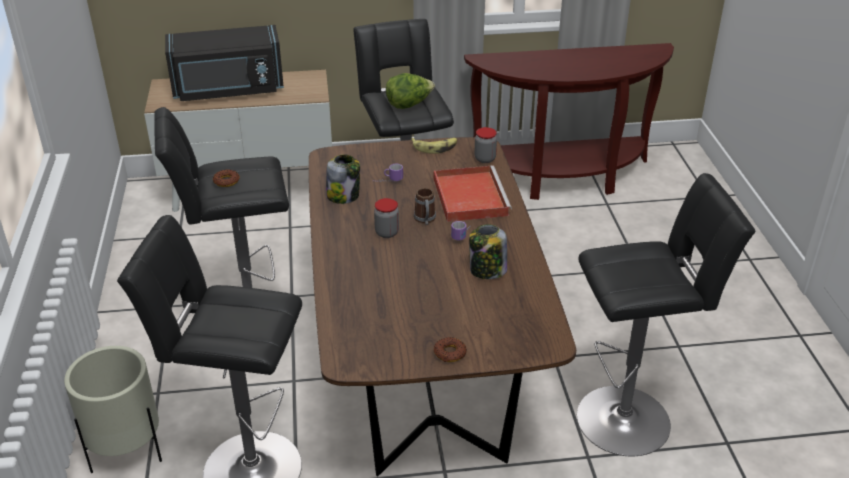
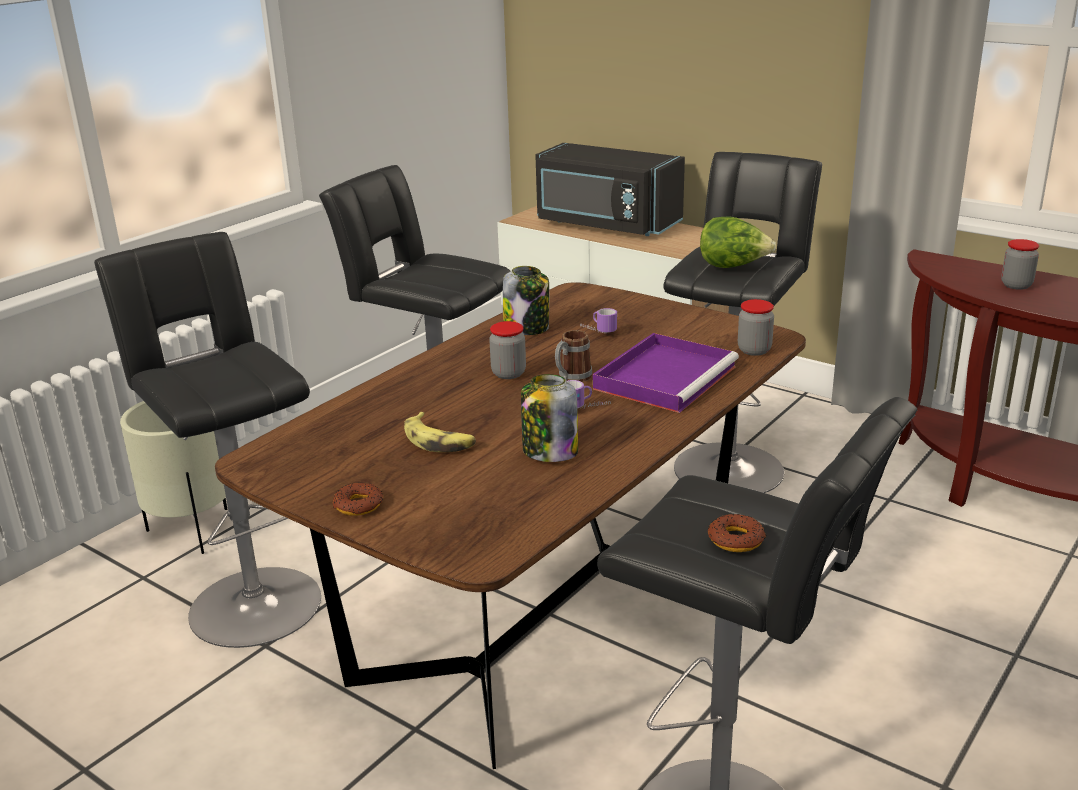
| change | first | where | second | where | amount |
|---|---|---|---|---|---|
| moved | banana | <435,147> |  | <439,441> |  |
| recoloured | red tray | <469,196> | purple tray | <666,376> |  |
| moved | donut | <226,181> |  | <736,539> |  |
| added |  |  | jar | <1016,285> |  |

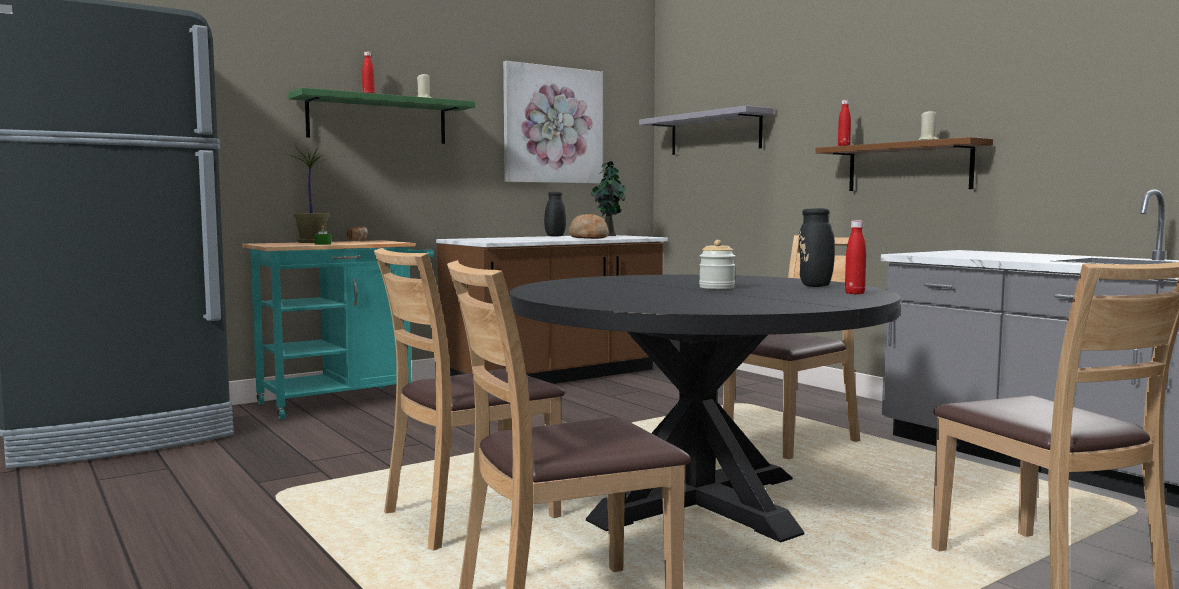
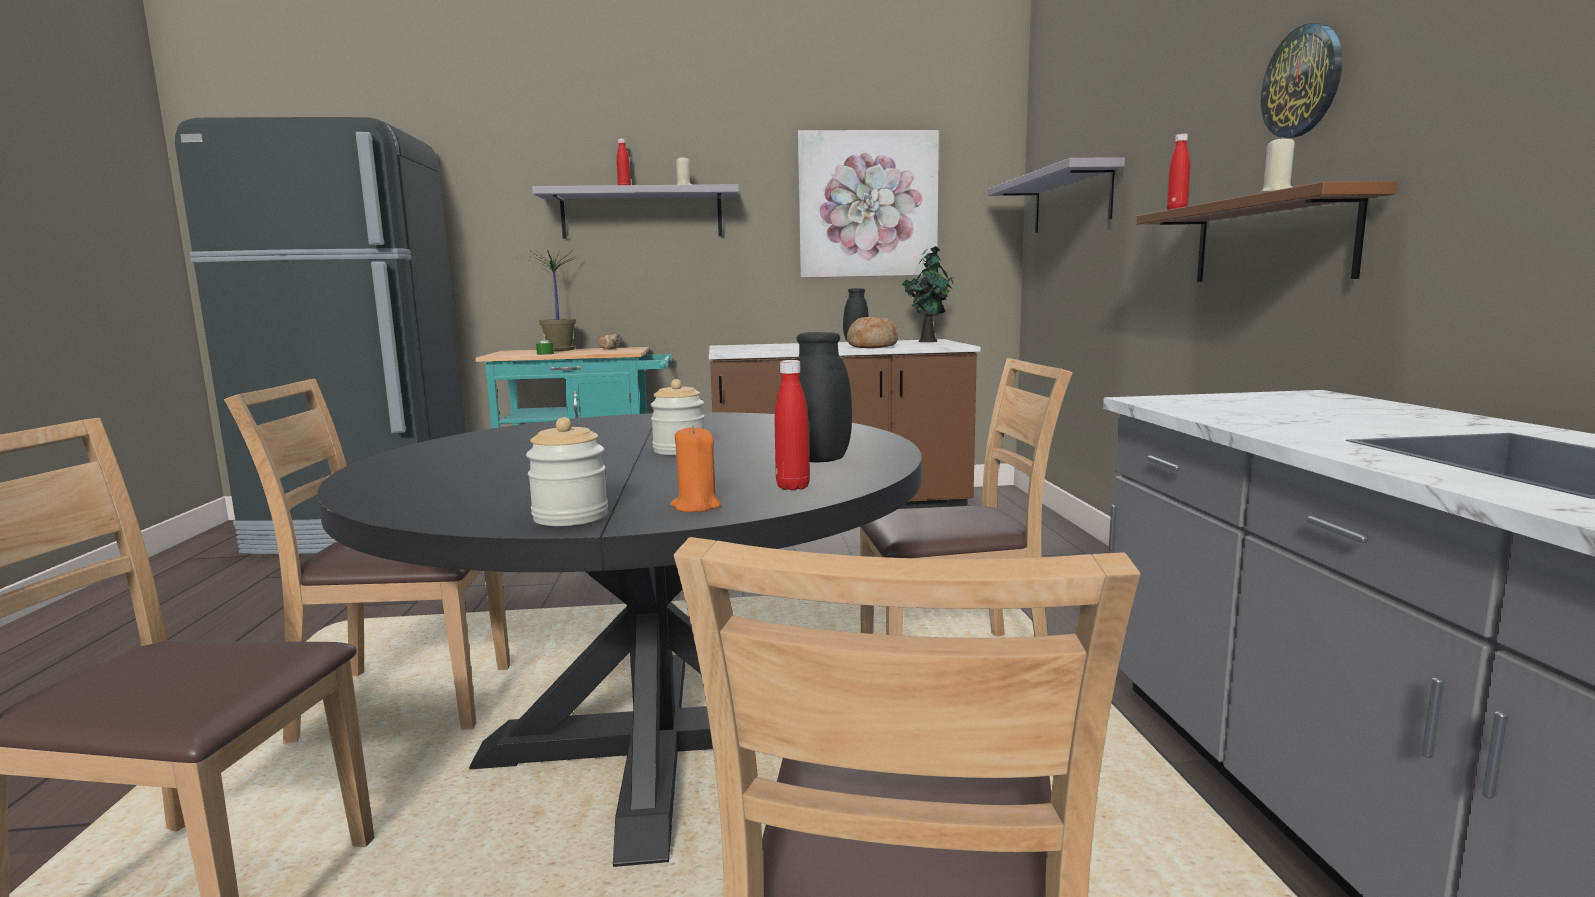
| change | first | where | second | where | amount |
|---|---|---|---|---|---|
| added |  |  | jar | <570,517> |  |
| recoloured | green shelf | <378,120> | grey shelf | <642,214> |  |
| added |  |  | orange candle | <696,506> |  |
| added |  |  | wall clock | <1302,82> |  |

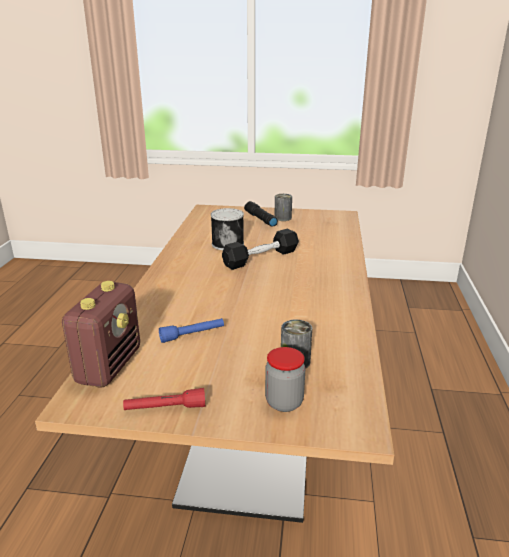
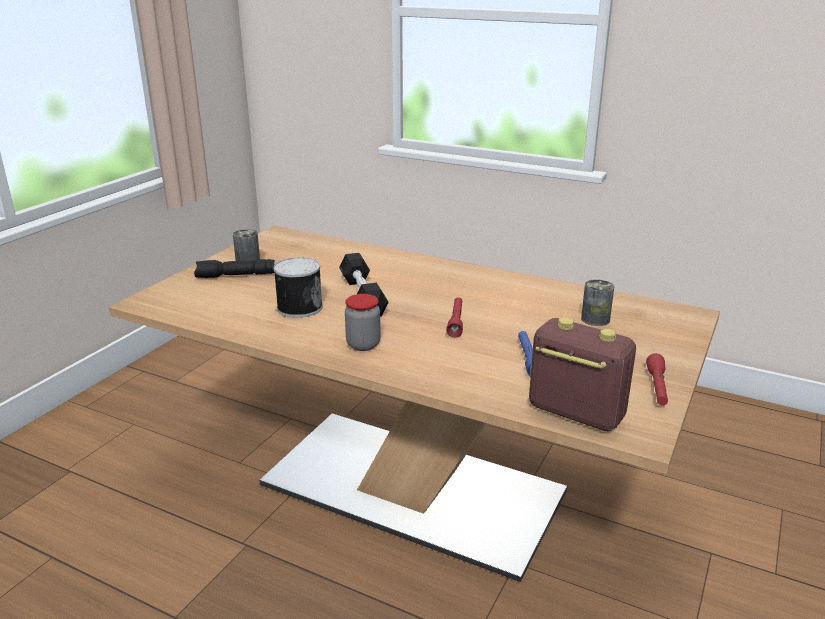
| change | first | where | second | where | amount |
|---|---|---|---|---|---|
| moved | jar | <284,402> |  | <363,344> |  |
| added |  |  | red flashlight | <456,322> |  |

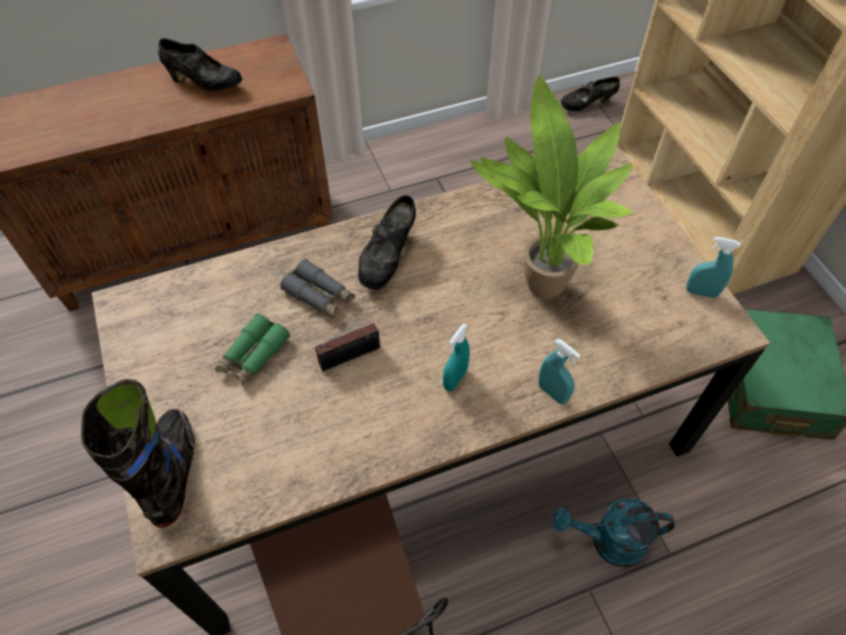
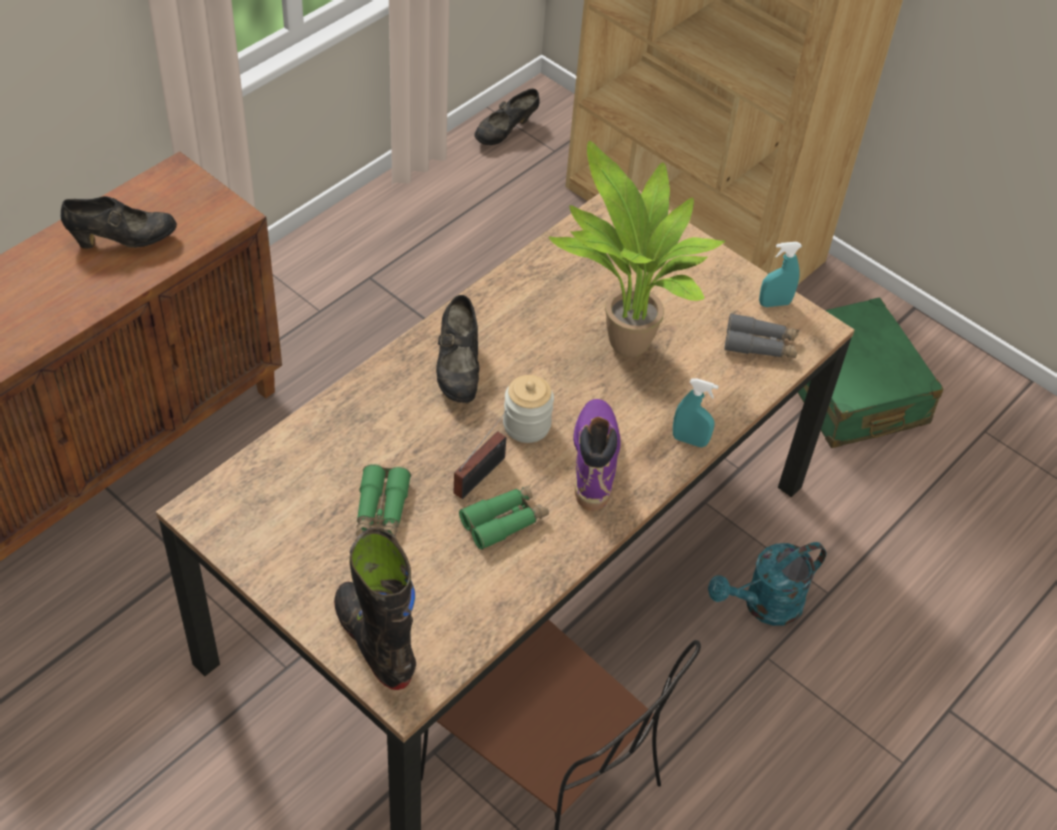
| change | first | where | second | where | amount |
|---|---|---|---|---|---|
| added |  |  | green binoculars | <504,521> |  |
| added |  |  | jar | <526,425> |  |
| replaced | turquoise spray bottle | <455,379> | purple boot | <594,460> |  |
| moved | grey binoculars | <320,295> |  | <760,344> |  |

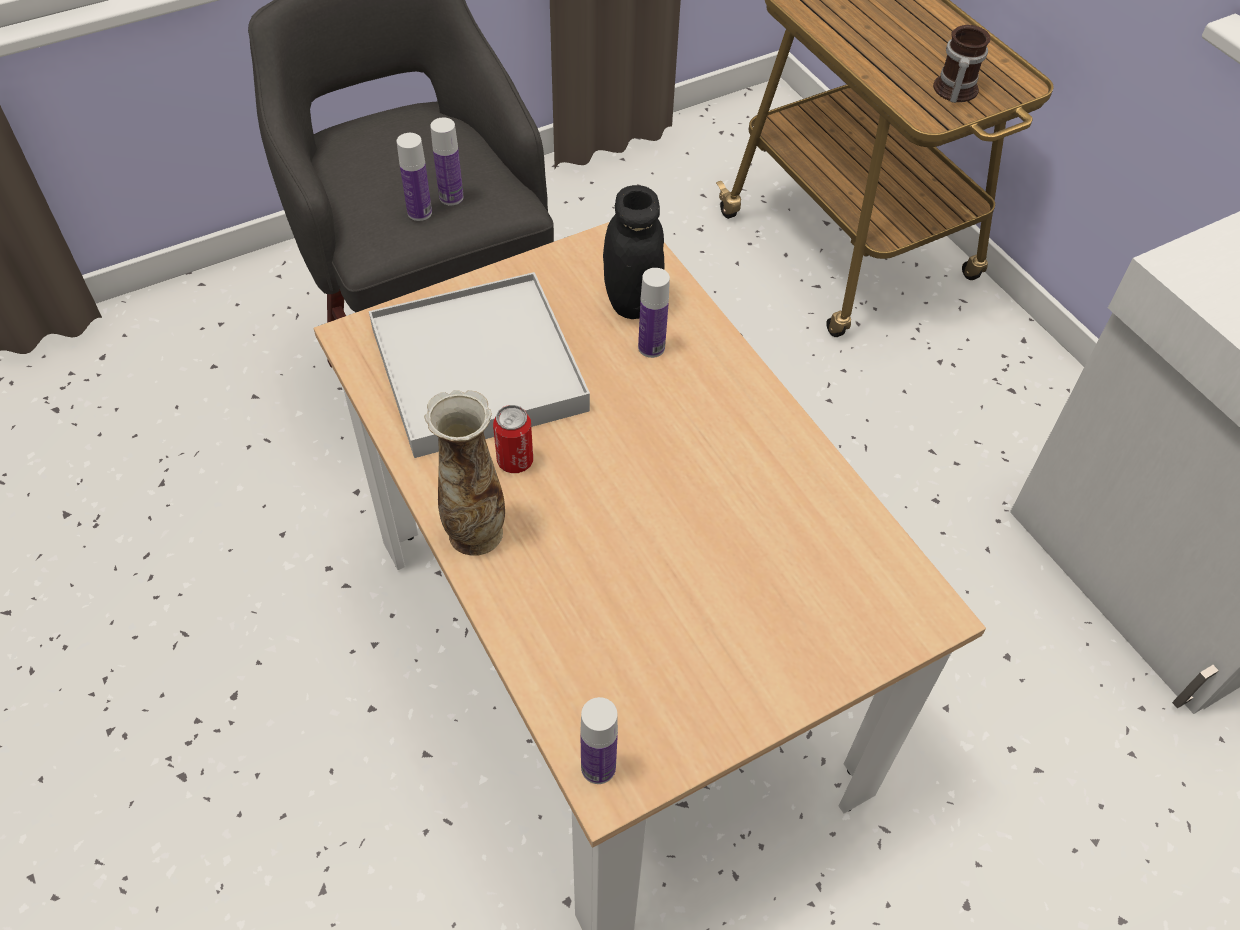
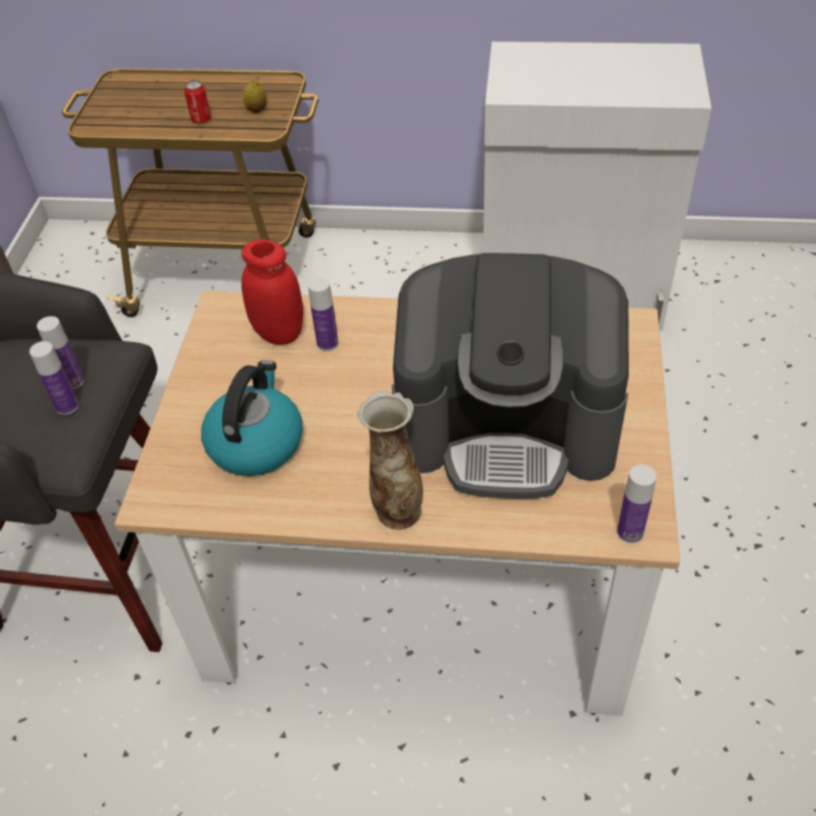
| change | first | where | second | where | amount |
|---|---|---|---|---|---|
| moved | can | <515,461> |  | <201,120> |  |
| replaced | white tray | <477,369> | kettle | <256,442> |  |
| recoloured | black jar | <632,302> | red jar | <279,333> |  |
| replaced | mug | <952,91> | lemon | <257,110> |  |
| added |  |  | coffee machine | <508,425> |  |

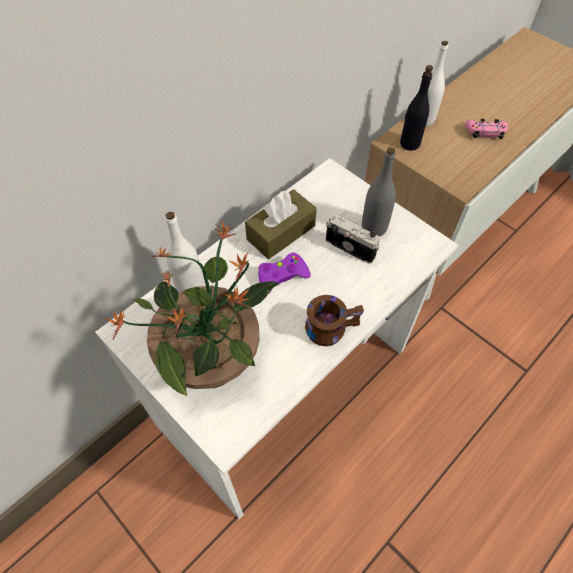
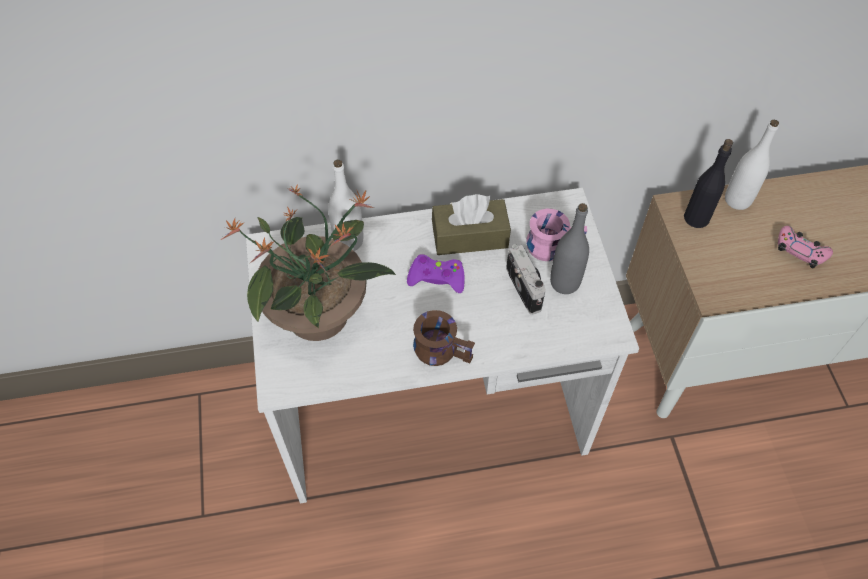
| change | first | where | second | where | amount |
|---|---|---|---|---|---|
| added |  |  | pink mug | <552,243> |  |

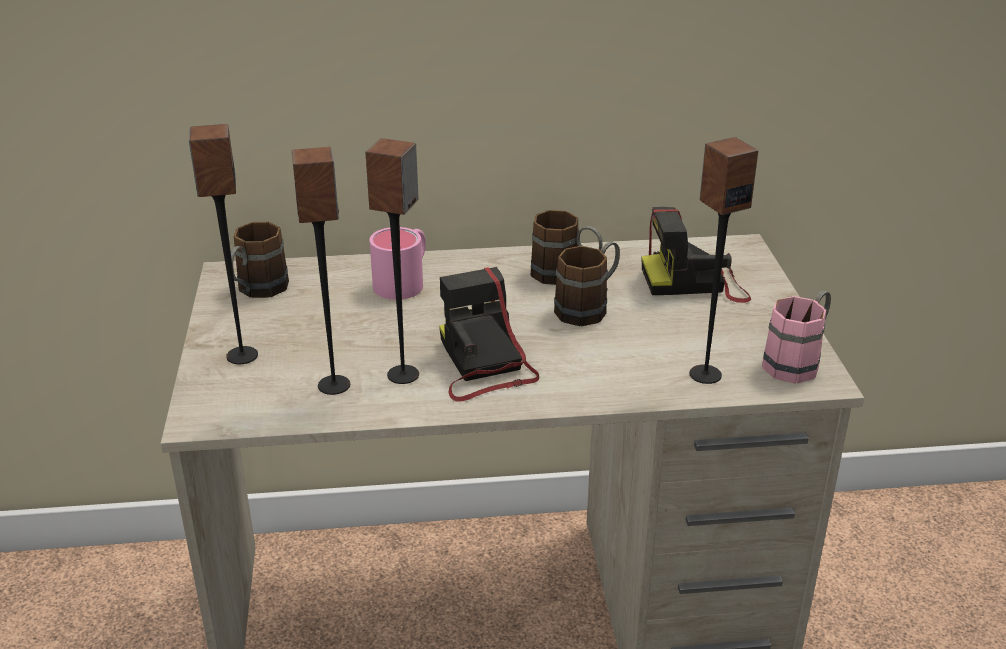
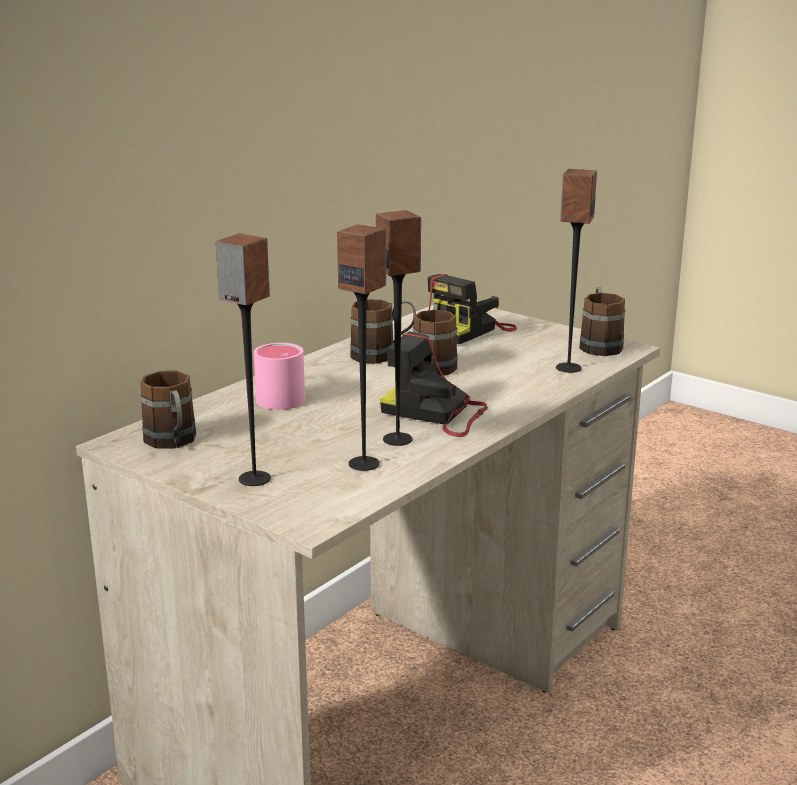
| change | first | where | second | where | amount |
|---|---|---|---|---|---|
| recoloured | pink mug | <797,361> | brown mug | <599,344> |  |

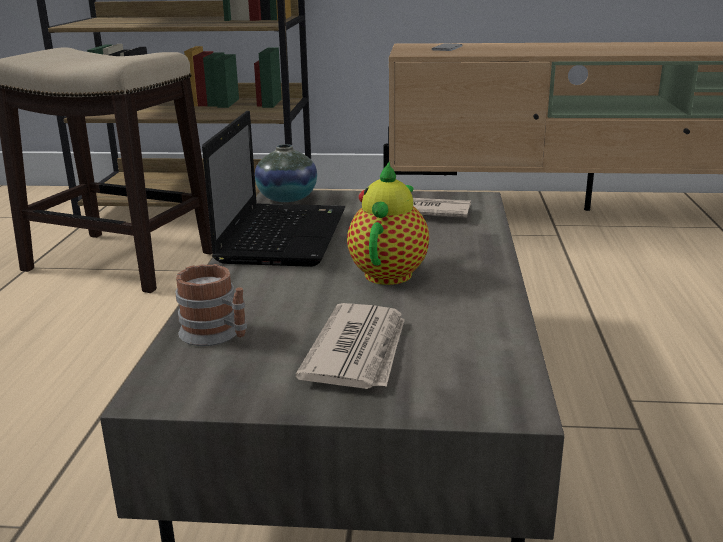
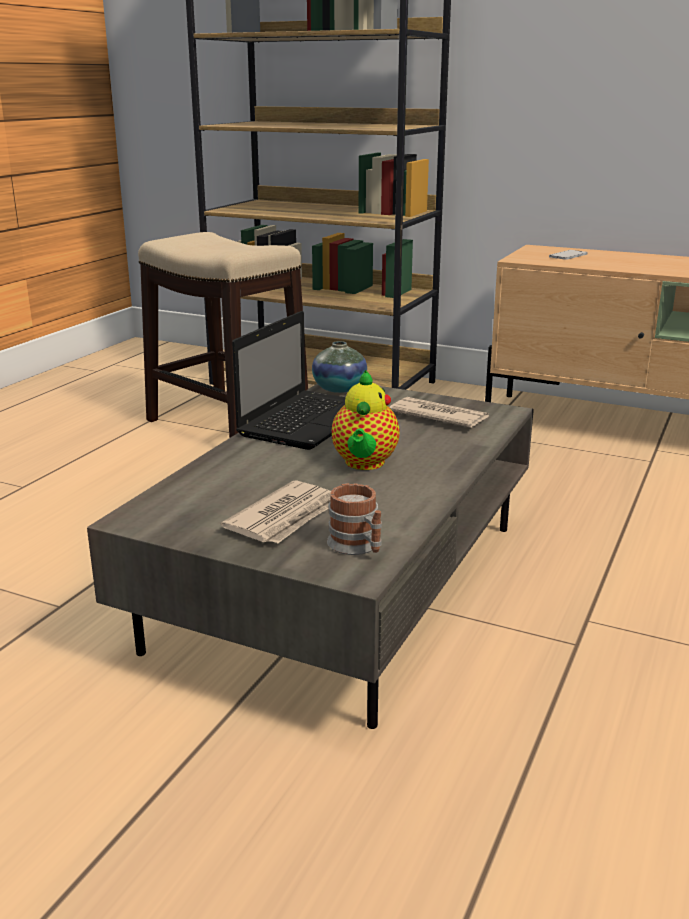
| change | first | where | second | where | amount |
|---|---|---|---|---|---|
| moved | mug | <217,335> |  | <358,547> |  |
| turned | teapot | <390,272> |  | <364,464> | 150 degrees clockwise |

